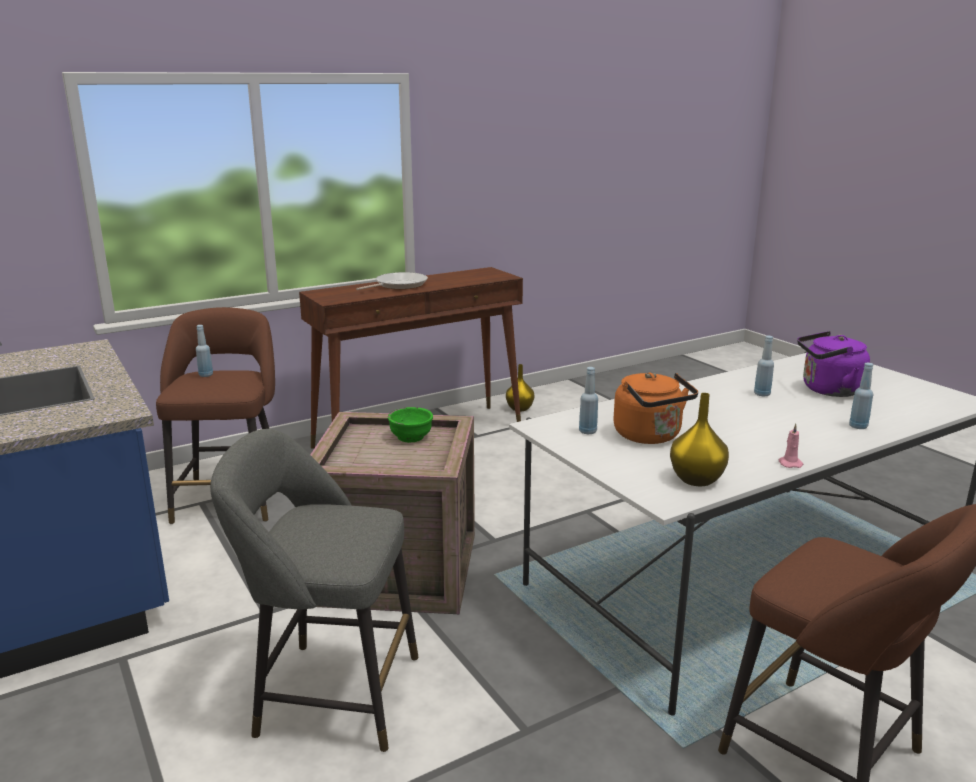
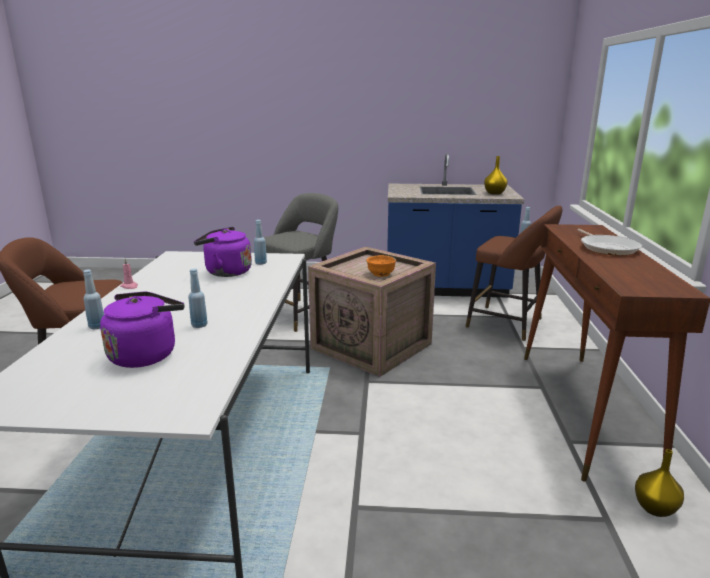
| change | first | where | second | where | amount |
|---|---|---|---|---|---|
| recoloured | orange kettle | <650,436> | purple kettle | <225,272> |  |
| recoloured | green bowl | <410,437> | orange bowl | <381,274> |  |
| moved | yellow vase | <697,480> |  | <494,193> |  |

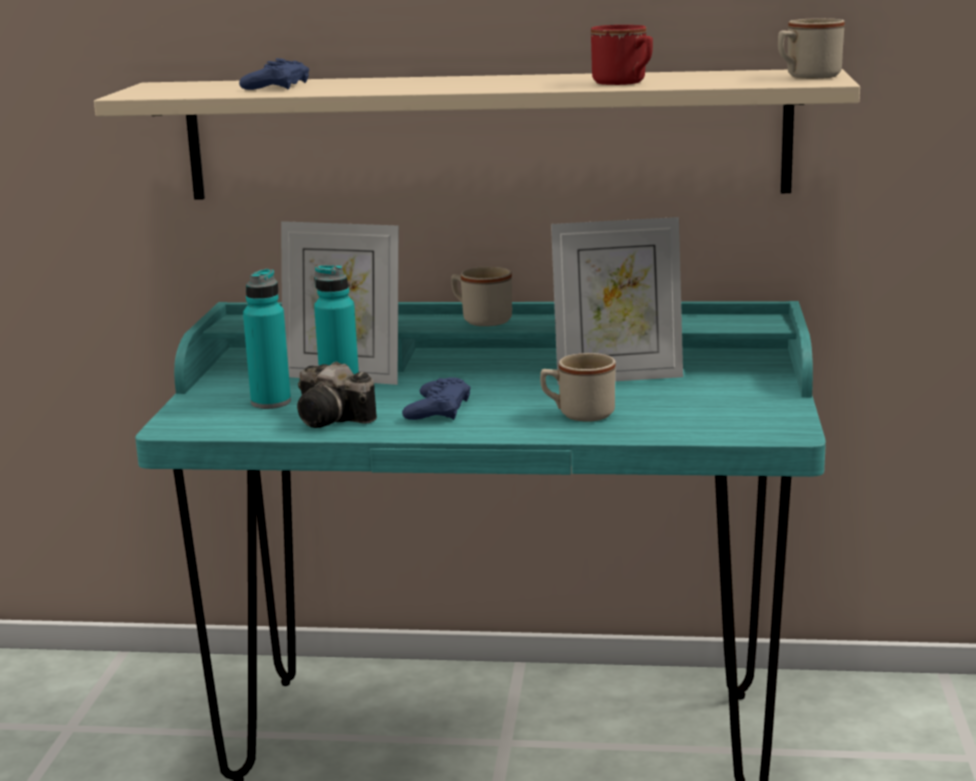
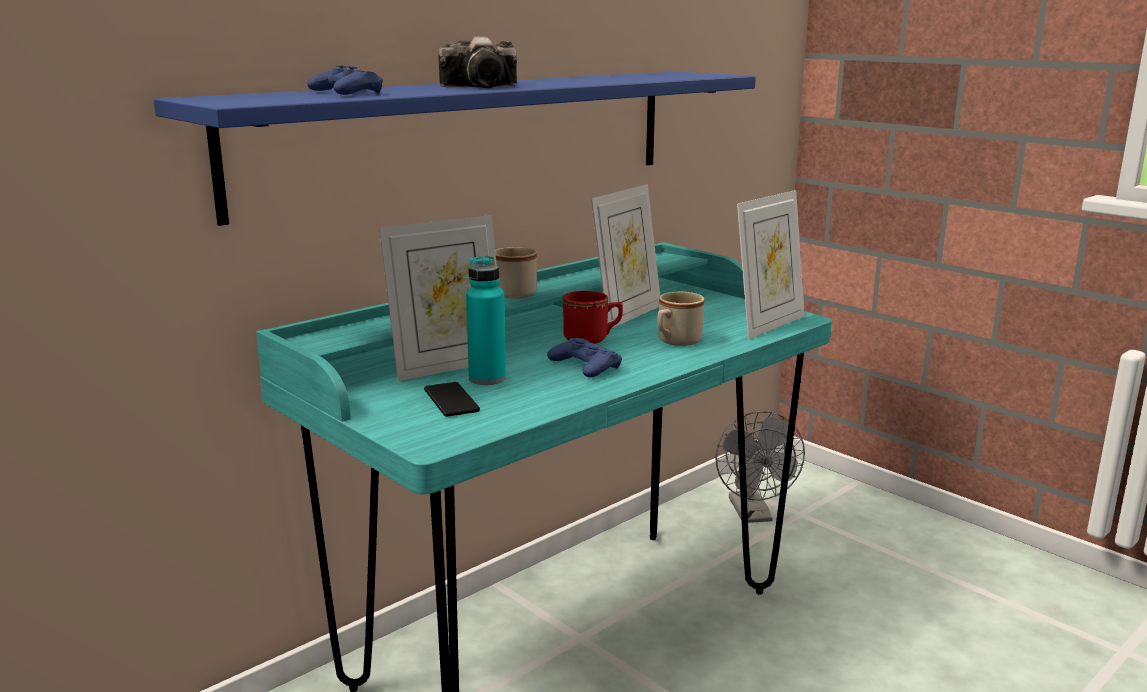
| change | first | where | second | where | amount |
|---|---|---|---|---|---|
| recoloured | beige shelf | <484,136> | blue shelf | <470,136> |  |
| replaced | turquoise bottle | <271,402> | phone | <451,400> |  |
| moved | photo camera | <334,419> |  | <484,86> |  |
| moved | red mug | <624,83> |  | <592,339> |  |
| added |  |  | grey fan | <753,515> |  |
| added |  |  | picture frame | <768,325> |  |
| removed | beige mug | <807,77> |  |  |  |

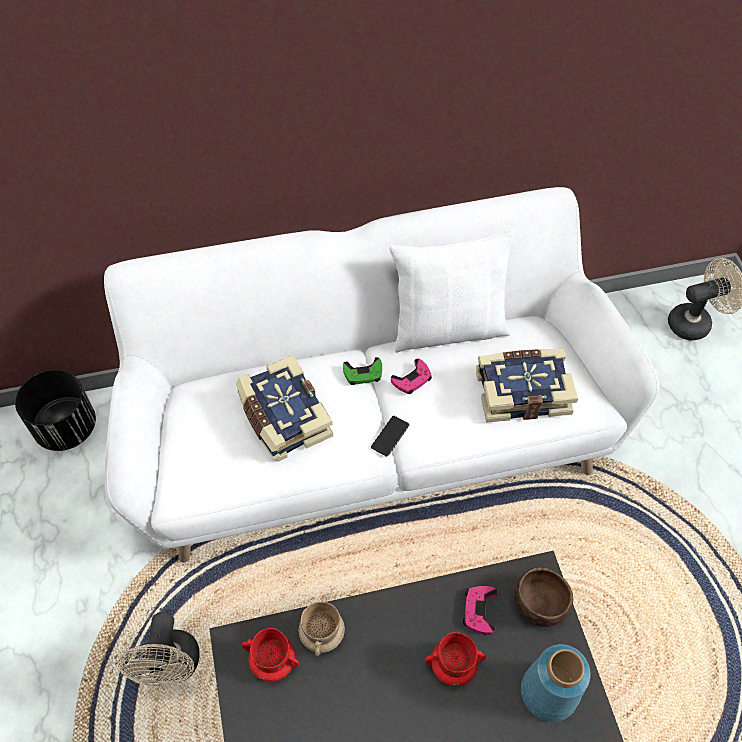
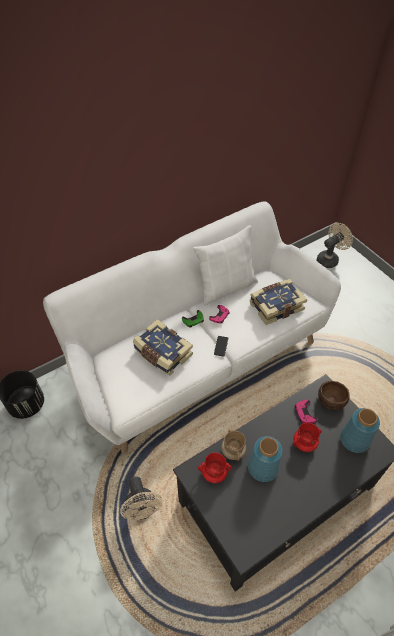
| change | first | where | second | where | amount |
|---|---|---|---|---|---|
| added |  |  | blue vase | <263,467> |  |

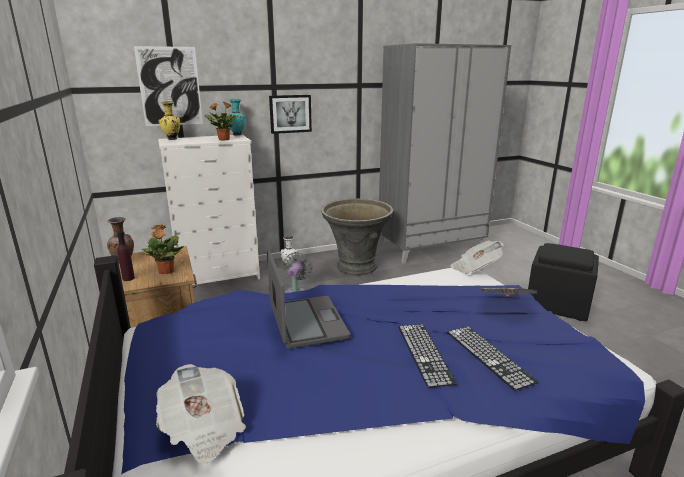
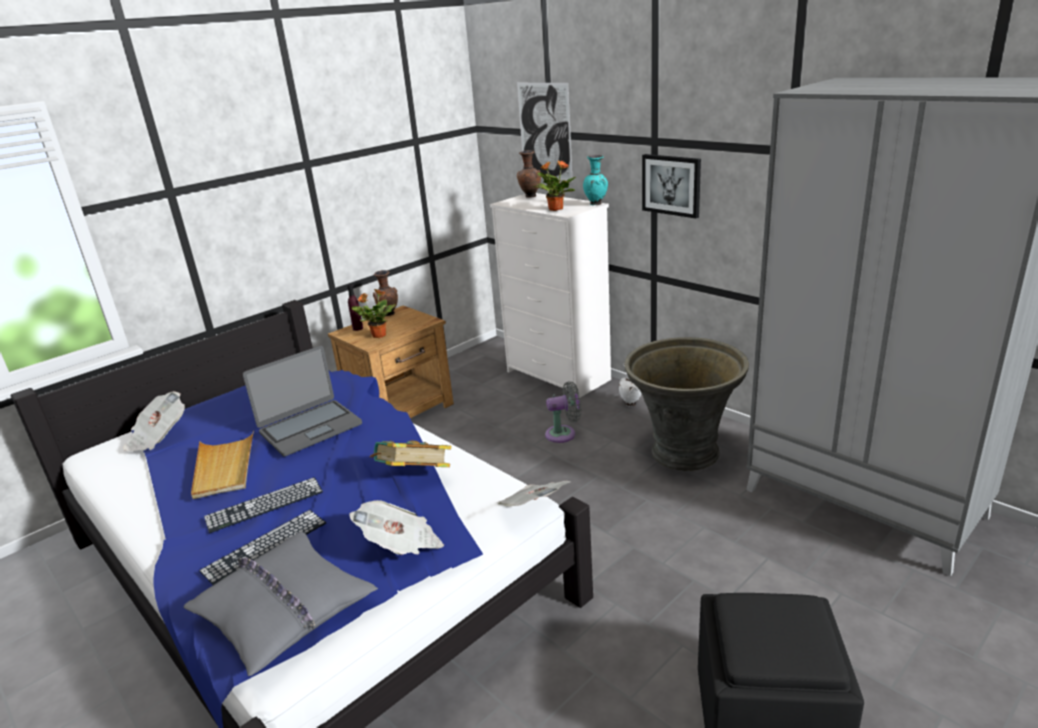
| change | first | where | second | where | amount |
|---|---|---|---|---|---|
| added |  |  | grey pillow | <283,610> |  |
| added |  |  | beige tray | <224,468> |  |
| added |  |  | book | <414,477> |  |
| recoloured | yellow vase | <172,139> | brown vase | <530,196> |  |

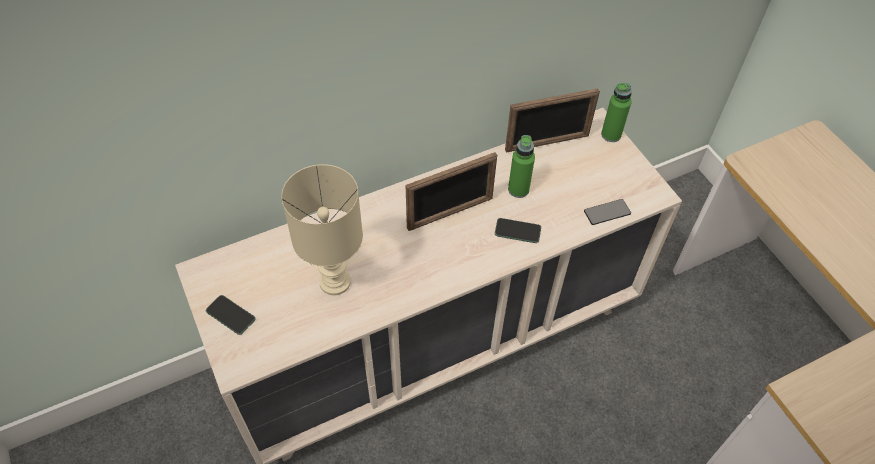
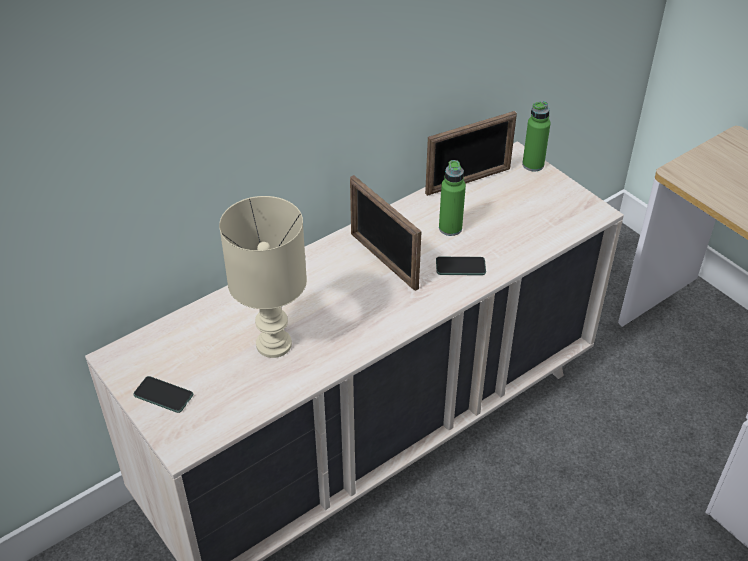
| change | first | where | second | where | amount |
|---|---|---|---|---|---|
| turned | picture frame | <450,213> |  | <383,260> | 90 degrees clockwise |
| removed | phone | <607,212> |  |  |  |

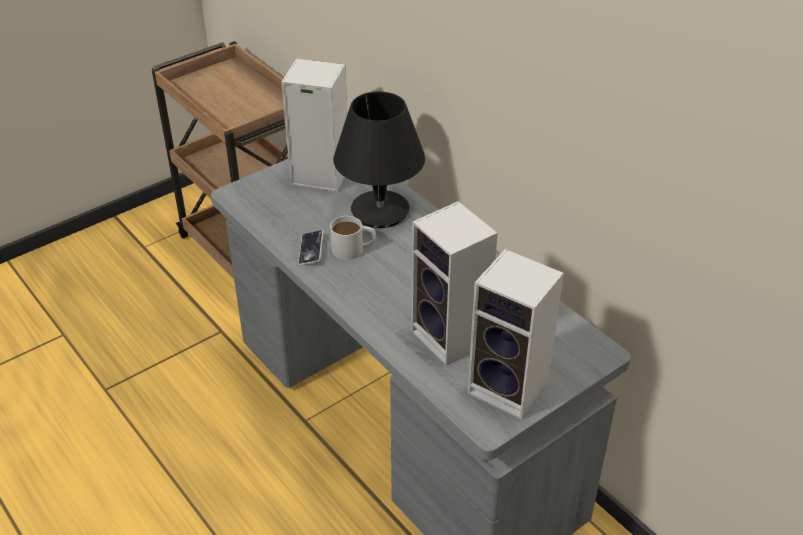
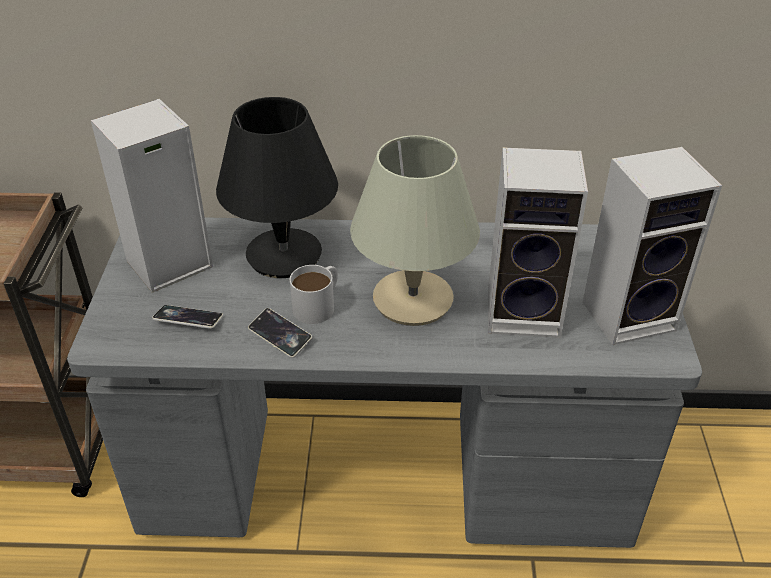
| change | first | where | second | where | amount |
|---|---|---|---|---|---|
| added |  |  | phone | <188,320> |  |
| added |  |  | beige table lamp | <413,300> |  |

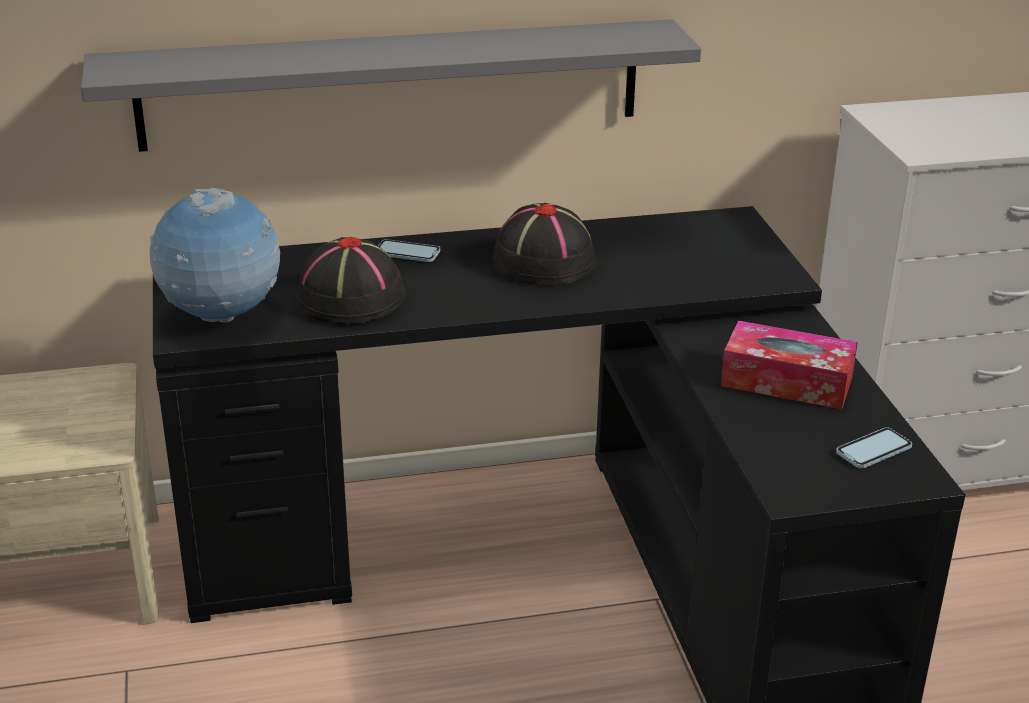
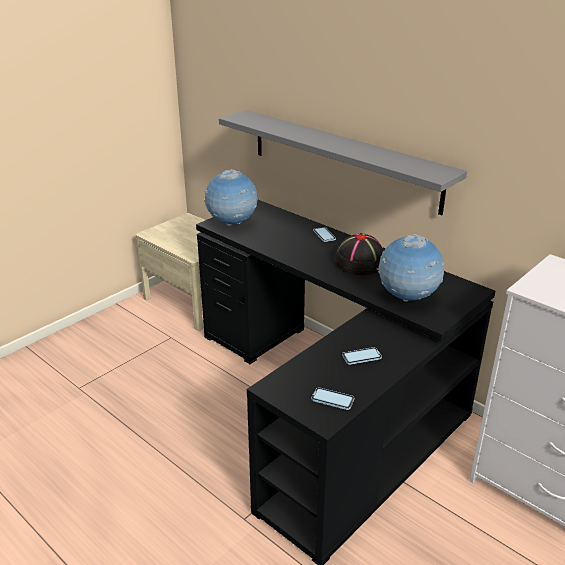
| change | first | where | second | where | amount |
|---|---|---|---|---|---|
| replaced | tissue box | <786,381> | phone | <361,357> |  |
| added |  |  | globe | <407,298> |  |
| removed | black hat | <350,300> |  |  |  |

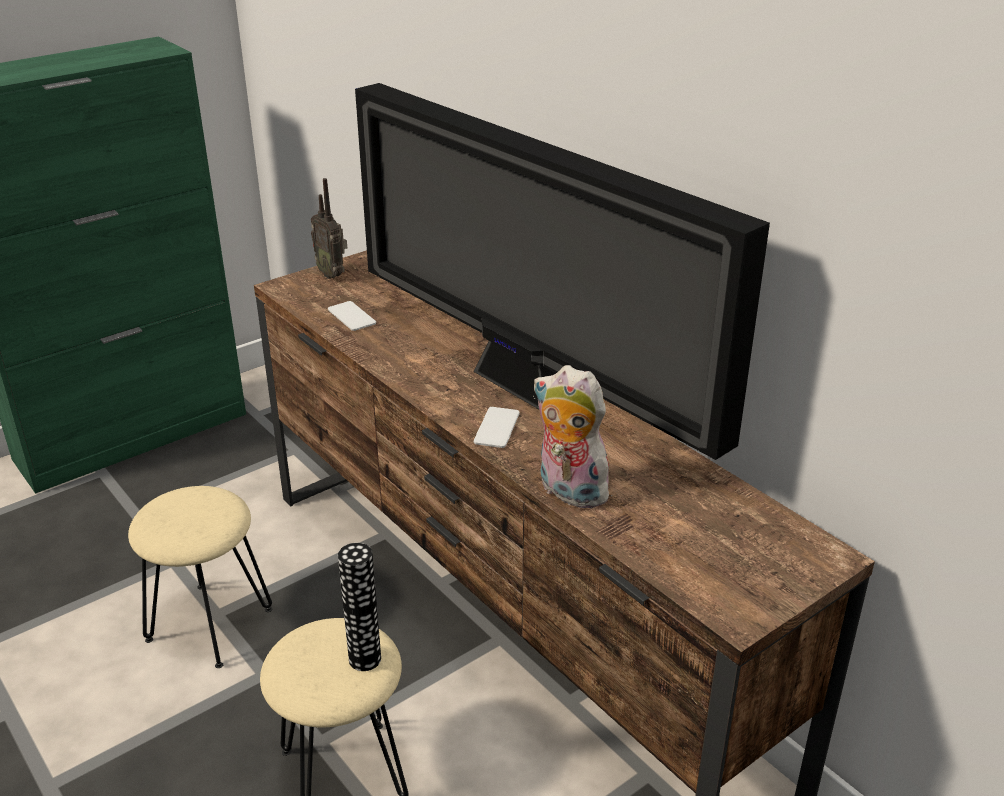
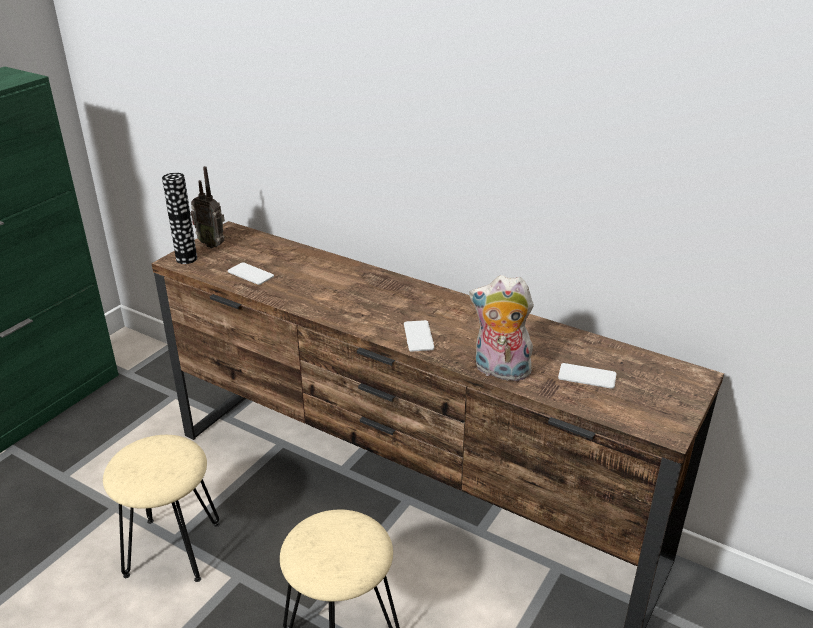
| change | first | where | second | where | amount |
|---|---|---|---|---|---|
| moved | vase | <365,659> |  | <186,259> |  |
| added |  |  | phone | <587,377> |  |
| removed | television | <525,389> |  |  |  |

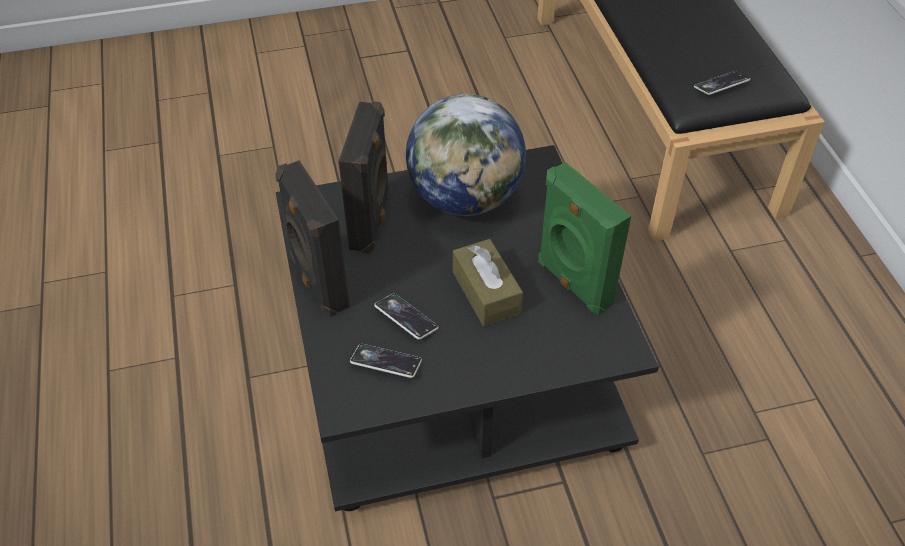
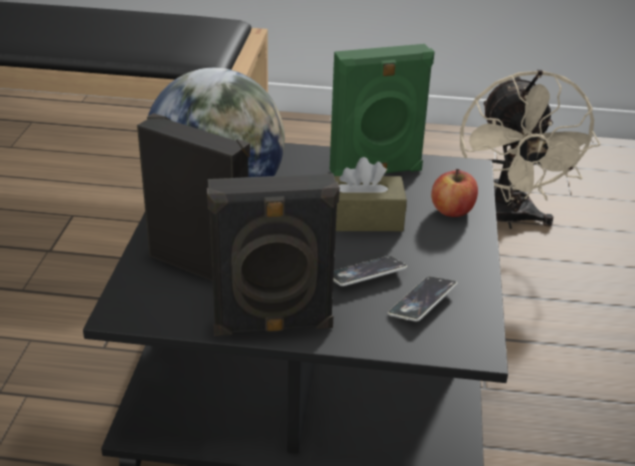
| change | first | where | second | where | amount |
|---|---|---|---|---|---|
| added |  |  | apple | <452,210> |  |
| added |  |  | beige fan | <507,220> |  |
| removed | phone | <721,86> |  |  |  |

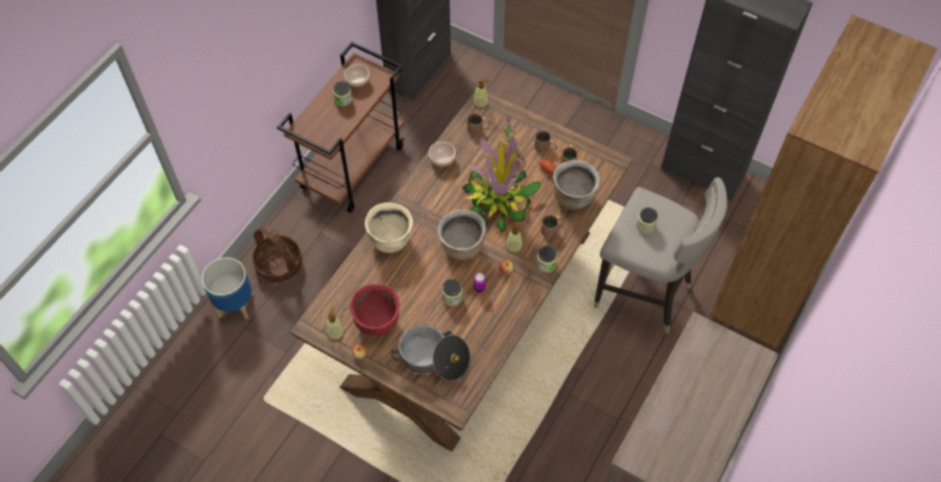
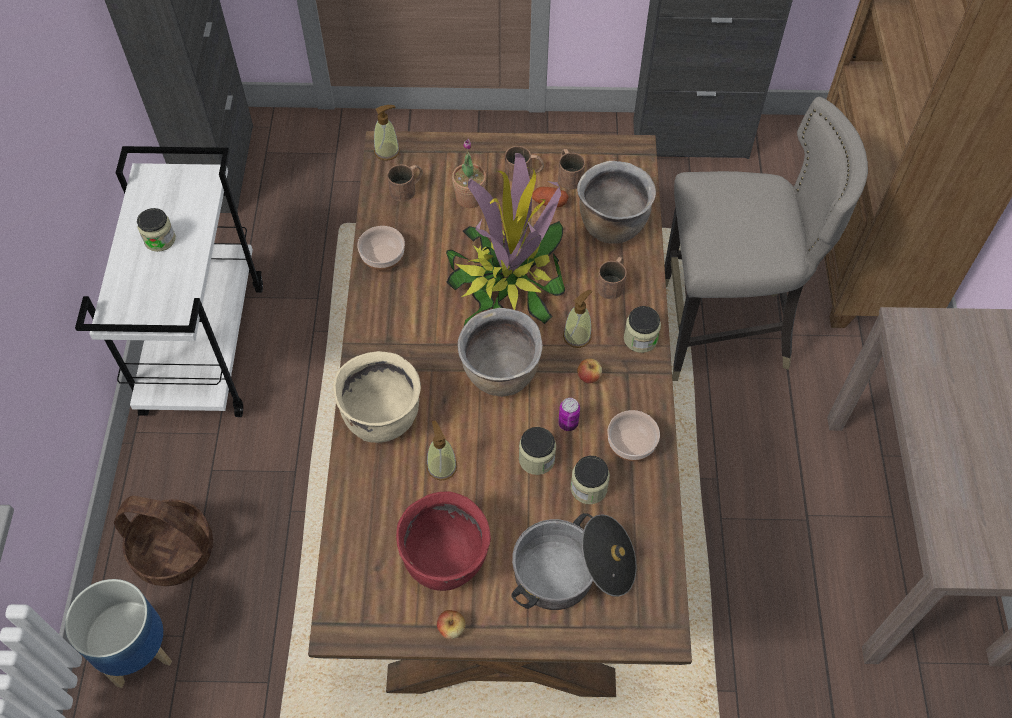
| change | first | where | second | where | amount |
|---|---|---|---|---|---|
| recoloured | brown cart | <353,166> | white cart | <203,347> |  |
| moved | soap dispenser | <335,333> |  | <441,467> |  |
| moved | jar | <645,225> |  | <588,488> |  |
| moved | bowl | <358,81> |  | <631,444> |  |

